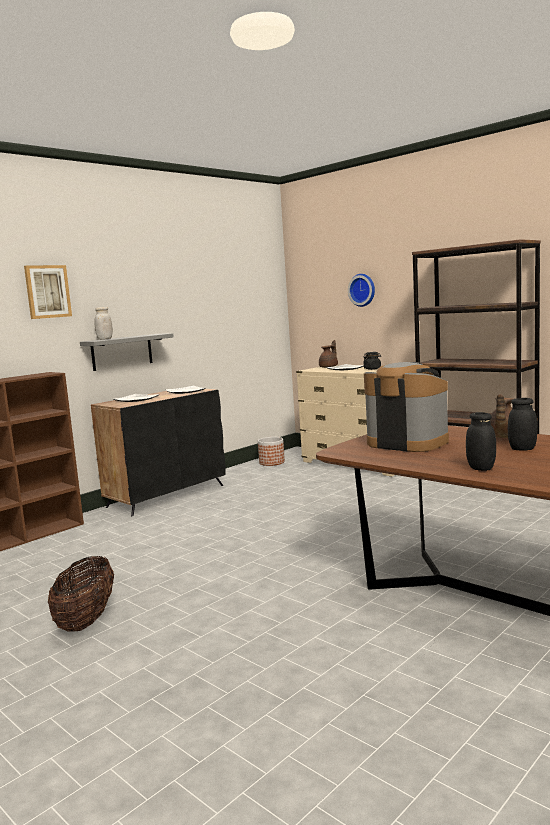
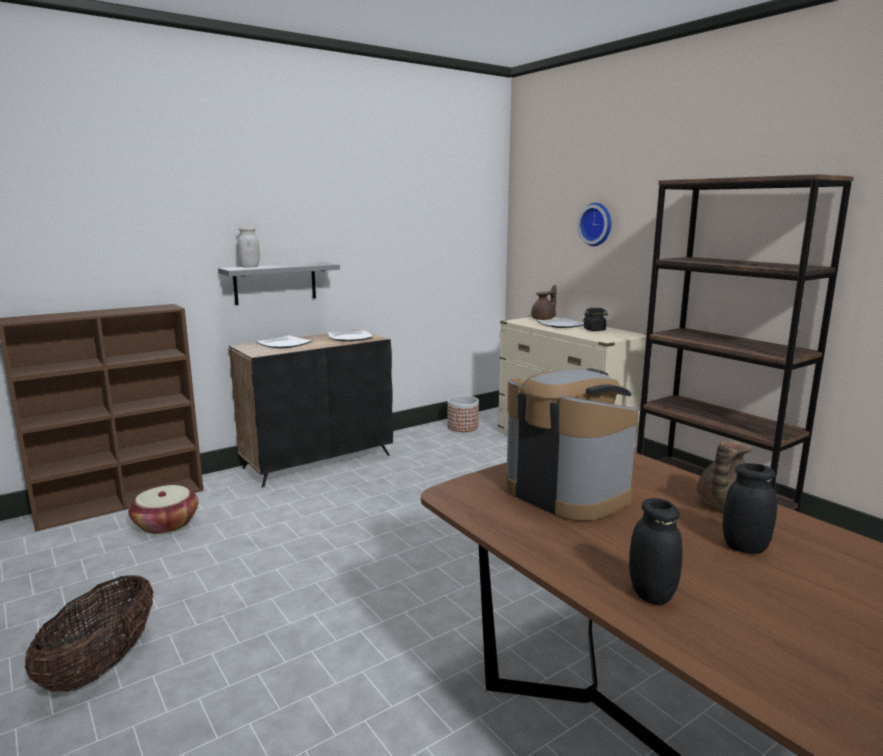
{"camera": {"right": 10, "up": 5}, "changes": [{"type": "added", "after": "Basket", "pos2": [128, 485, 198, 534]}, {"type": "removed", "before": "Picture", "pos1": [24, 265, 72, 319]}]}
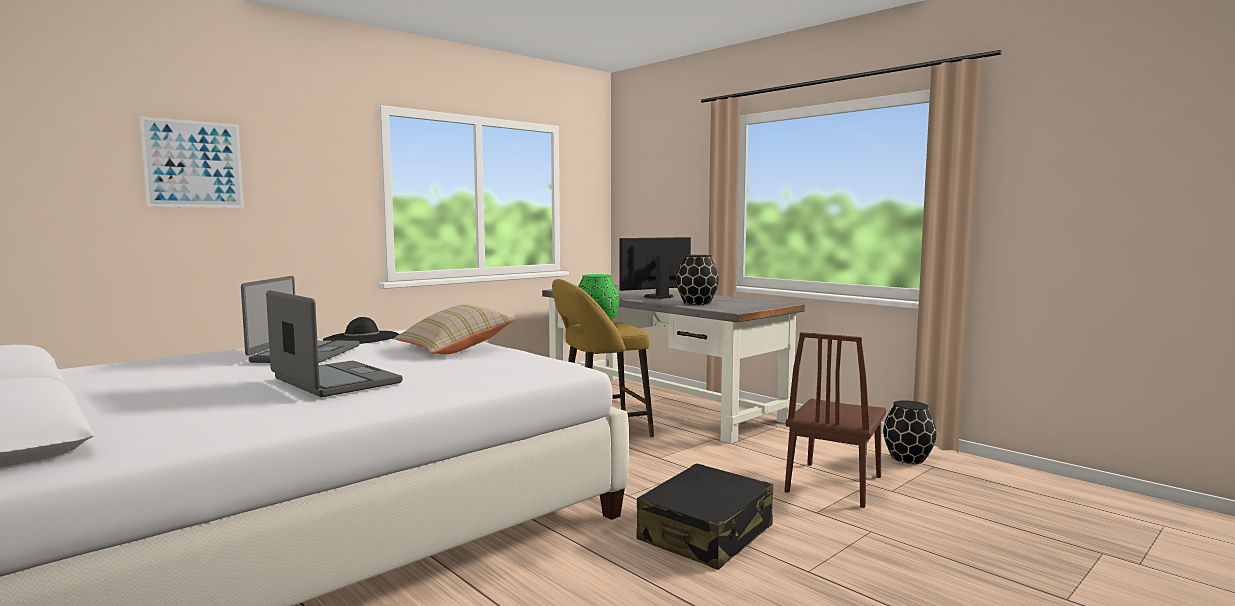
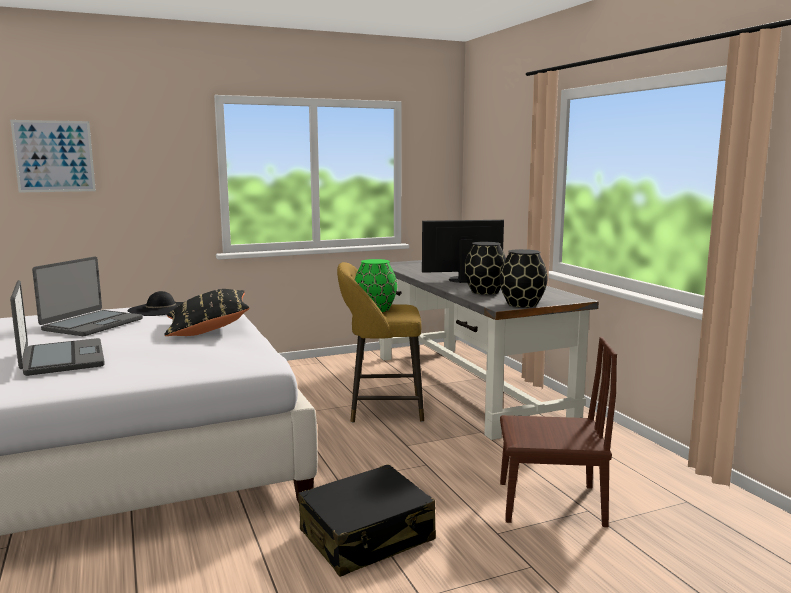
{"camera": {"right": 20, "up": 5}, "changes": [{"type": "recoloured", "before": "BeigePillow", "after": "BlackPillow", "pos1": [395, 304, 516, 354], "pos2": [164, 289, 250, 336]}, {"type": "moved", "before": "BlackVase", "pos1": [883, 400, 936, 464], "pos2": [499, 249, 548, 308]}, {"type": "turned", "before": "BrownChair", "pos1": [785, 332, 886, 508], "pos2": [500, 337, 617, 527], "turn": -135}]}
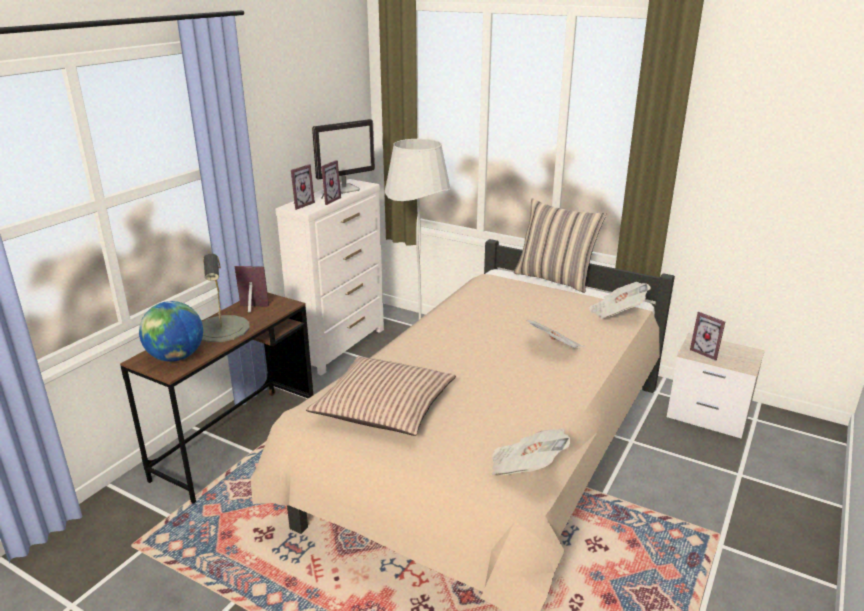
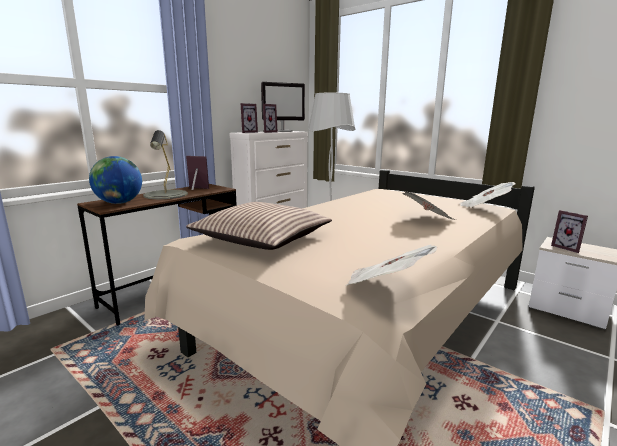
{"camera": {"right": 10, "up": -10}, "changes": [{"type": "removed", "before": "Pillow", "pos1": [514, 198, 606, 293]}]}
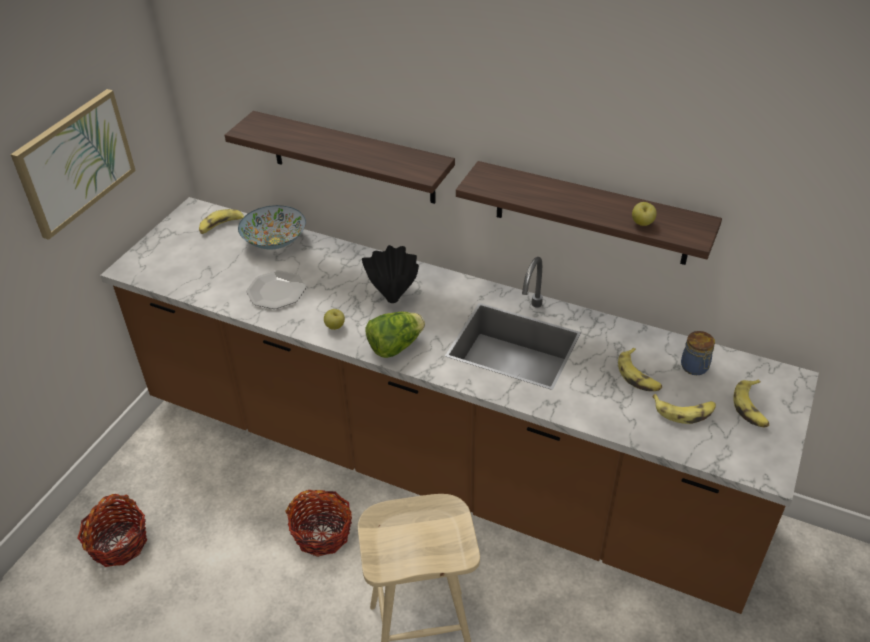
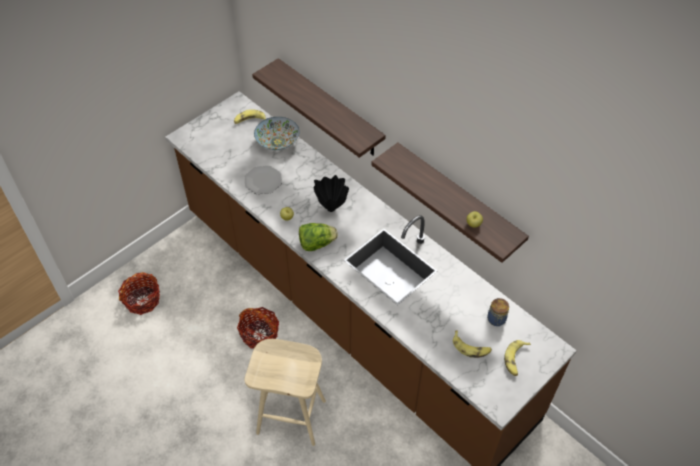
{"camera": {"right": 20, "up": 10}, "changes": [{"type": "removed", "before": "Picture", "pos1": [10, 89, 136, 240]}, {"type": "removed", "before": "Banana", "pos1": [618, 348, 662, 391]}]}
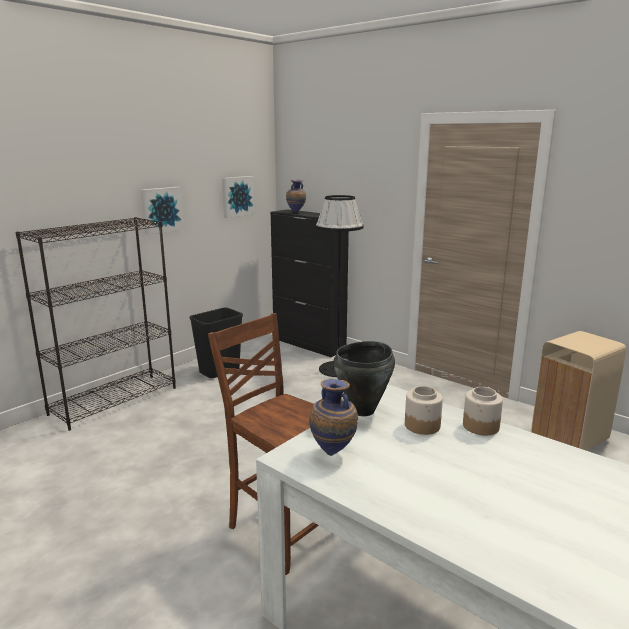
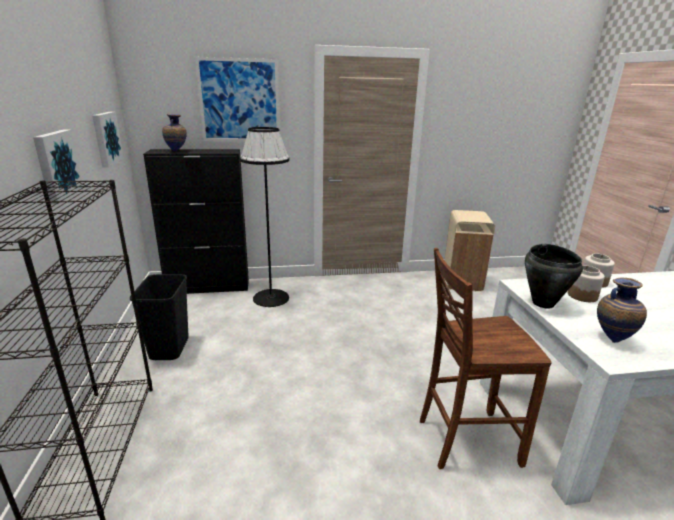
{"camera": {"right": -50, "up": 5}, "changes": [{"type": "added", "after": "Picture", "pos2": [195, 57, 280, 141]}]}
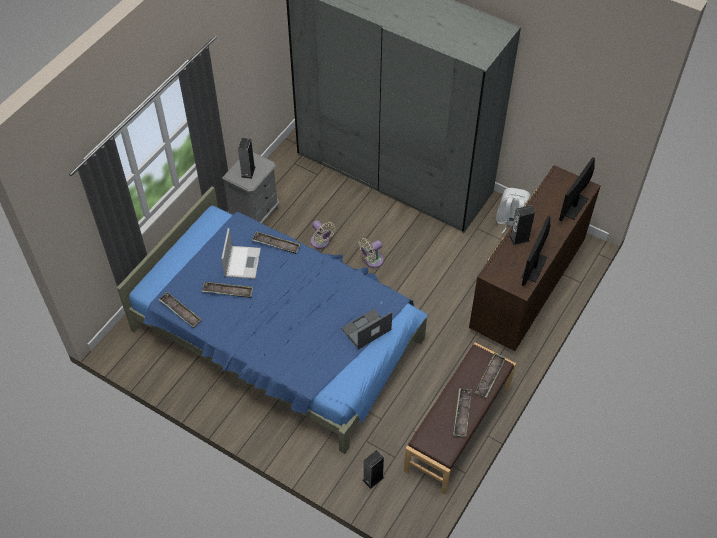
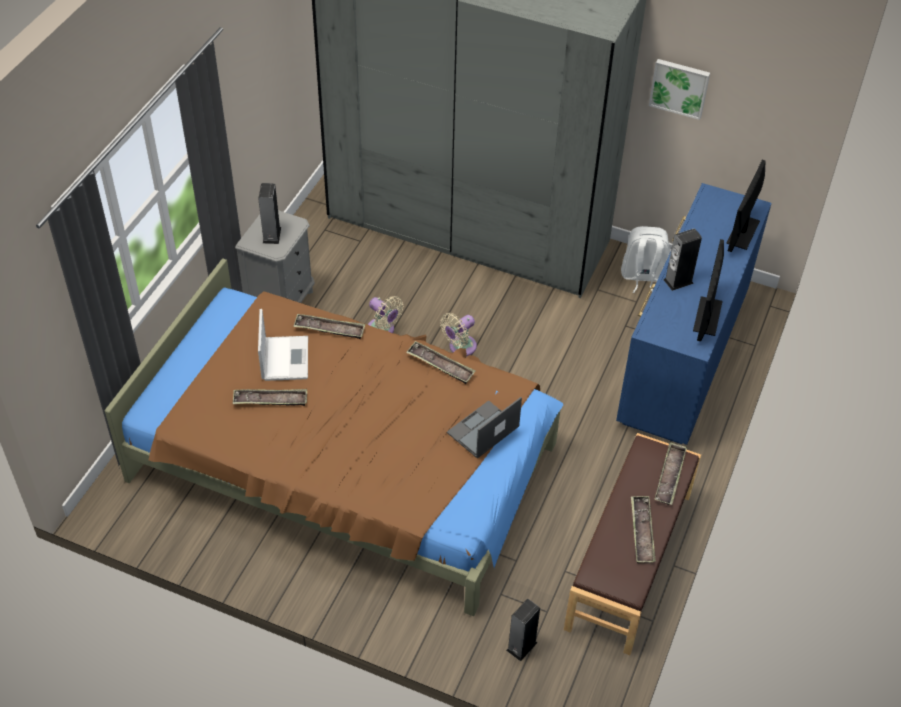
{"camera": {"right": -10, "up": -5}, "changes": [{"type": "recoloured", "before": "BlueBed", "after": "BrownBed", "pos1": [117, 186, 427, 454], "pos2": [105, 258, 563, 616]}, {"type": "moved", "before": "Tray", "pos1": [158, 292, 202, 328], "pos2": [406, 341, 476, 384]}, {"type": "recoloured", "before": "BrownDresser", "after": "BlueDresser", "pos1": [469, 165, 601, 351], "pos2": [616, 183, 772, 445]}, {"type": "added", "after": "Picture", "pos2": [649, 59, 710, 120]}]}
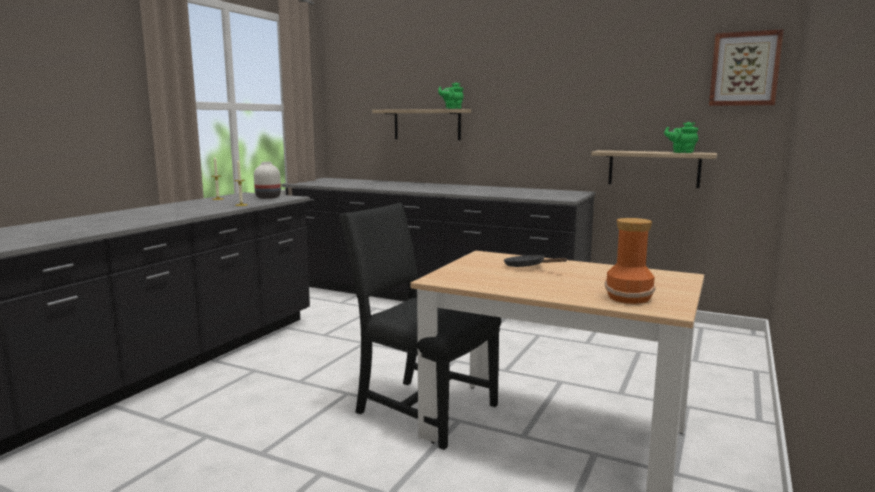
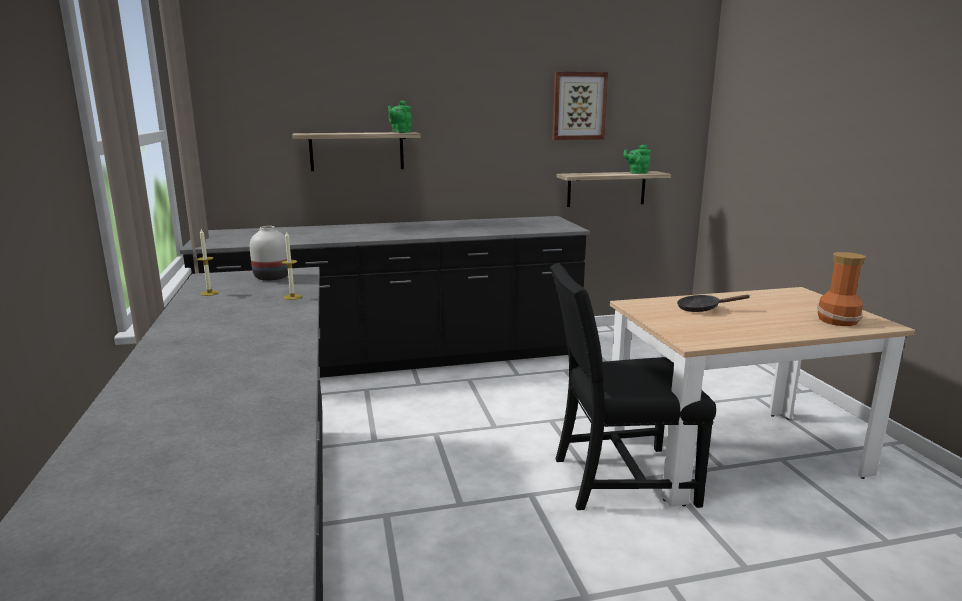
{"camera": {"right": -40, "up": 5}, "changes": [{"type": "moved", "before": "Picture", "pos1": [709, 29, 784, 106], "pos2": [552, 72, 608, 140]}]}
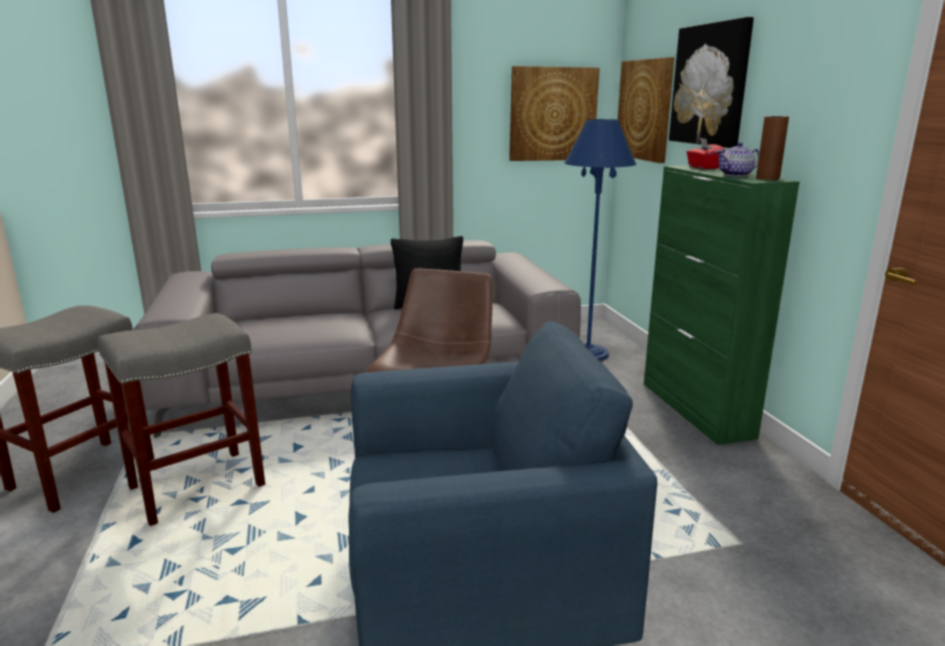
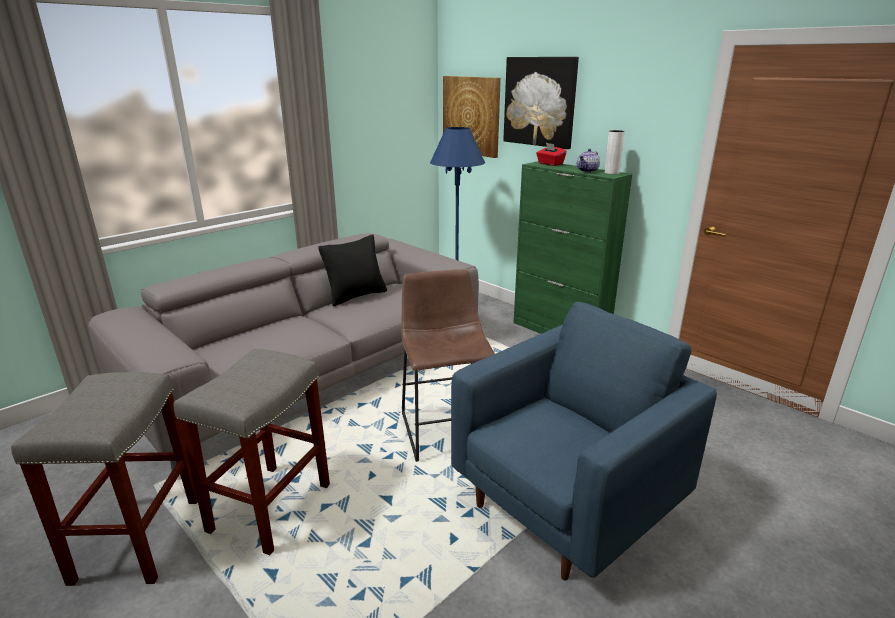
{"camera": {"right": -30, "up": 5}, "changes": [{"type": "recoloured", "before": "BrownVase", "after": "WhiteVase", "pos1": [756, 116, 789, 180], "pos2": [604, 130, 625, 174]}, {"type": "removed", "before": "Picture", "pos1": [509, 66, 600, 161]}]}
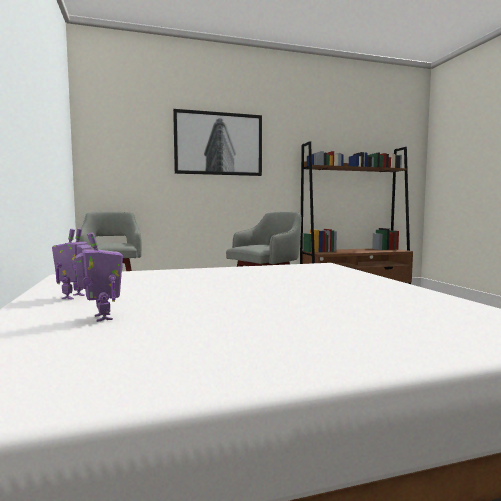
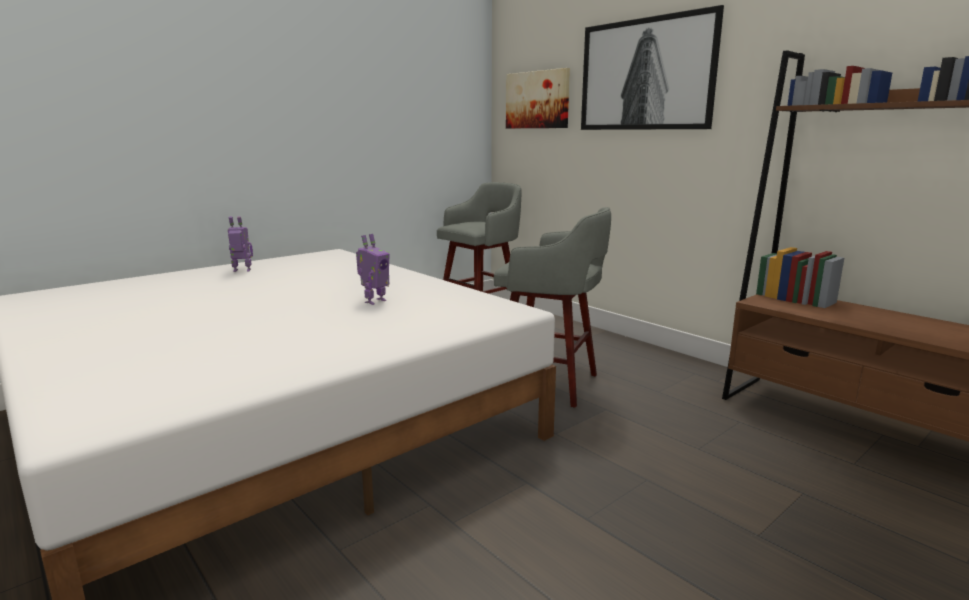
{"camera": {"right": 65, "up": 10}, "changes": [{"type": "moved", "before": "ToyRobot", "pos1": [75, 232, 123, 322], "pos2": [356, 234, 390, 305]}, {"type": "added", "after": "Picture", "pos2": [506, 68, 570, 128]}]}
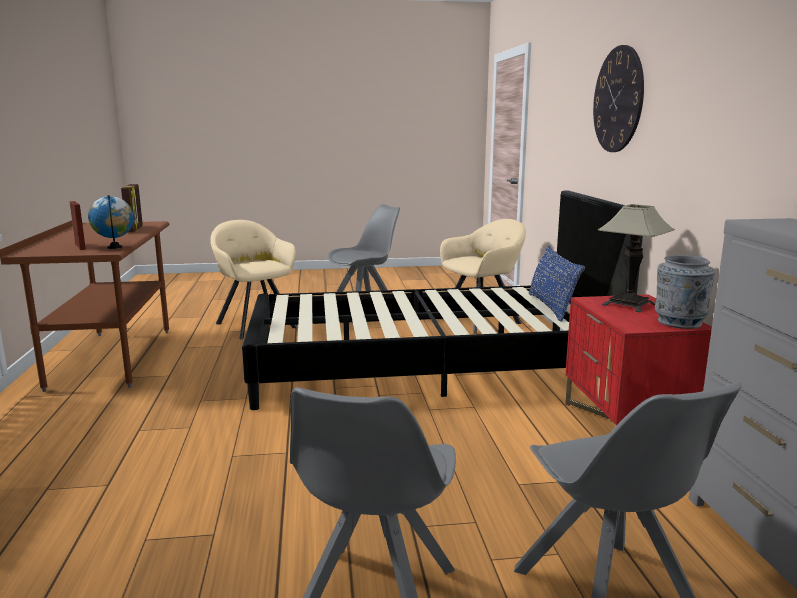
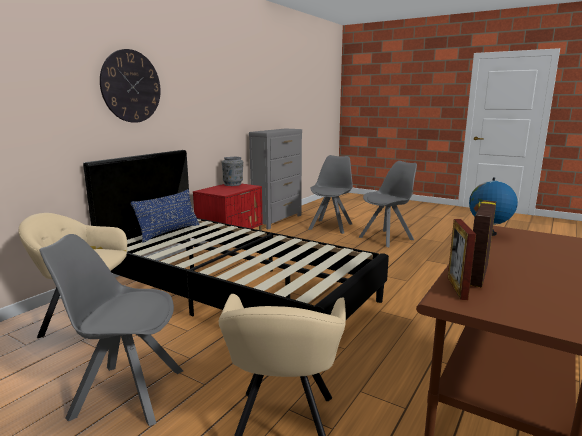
{"camera": {"right": -140, "up": 0}, "changes": [{"type": "moved", "before": "PictureFrame", "pos1": [69, 201, 86, 250], "pos2": [448, 219, 476, 300]}, {"type": "removed", "before": "TableLamp", "pos1": [598, 204, 675, 313]}]}
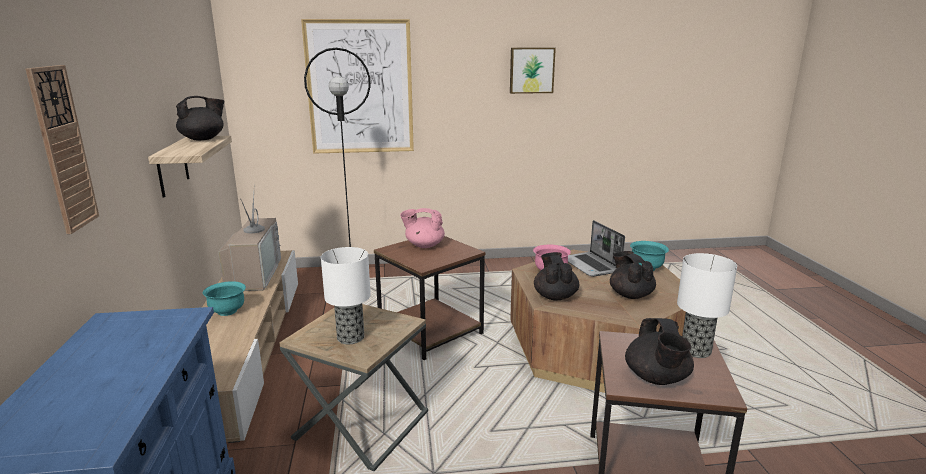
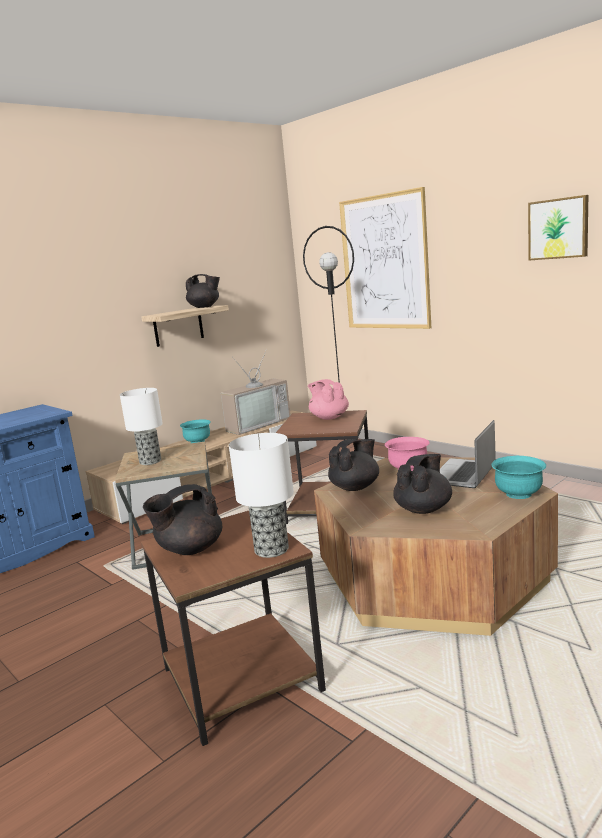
{"camera": {"right": 55, "up": -5}, "changes": [{"type": "removed", "before": "WallClock", "pos1": [25, 65, 99, 234]}]}
